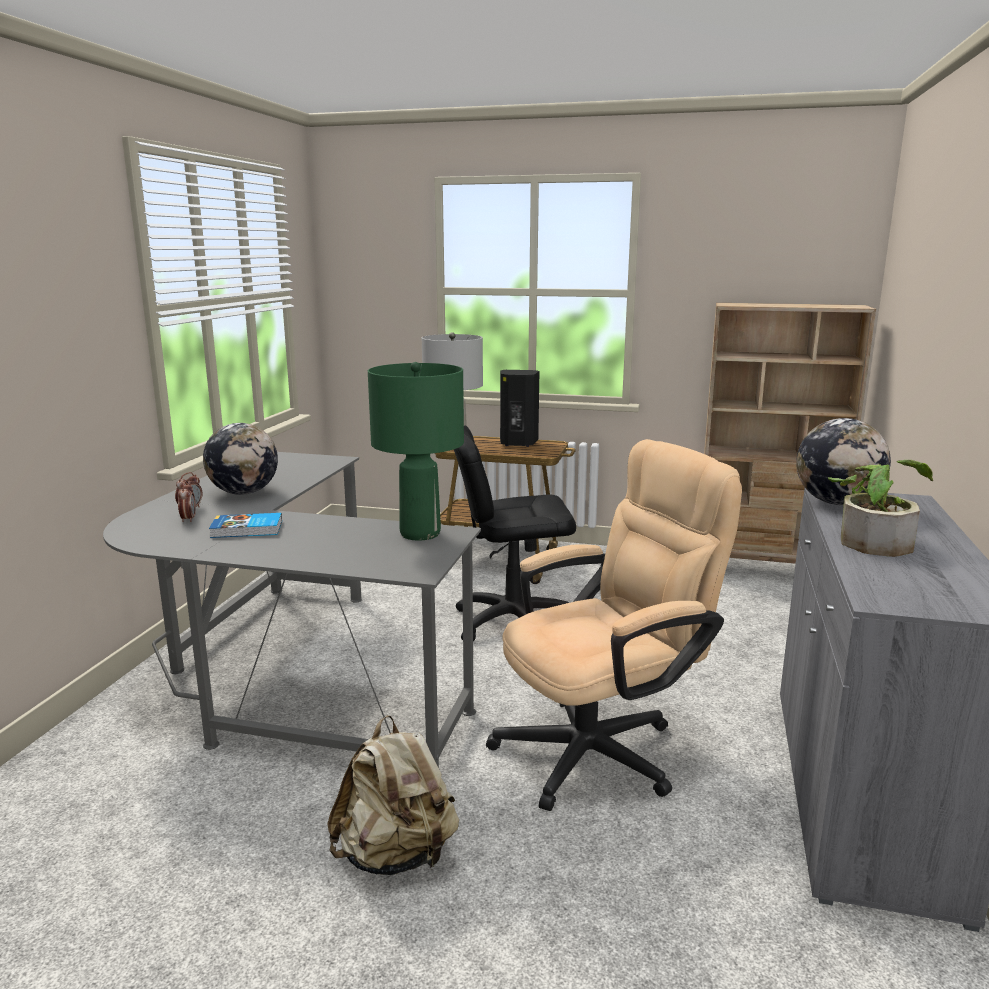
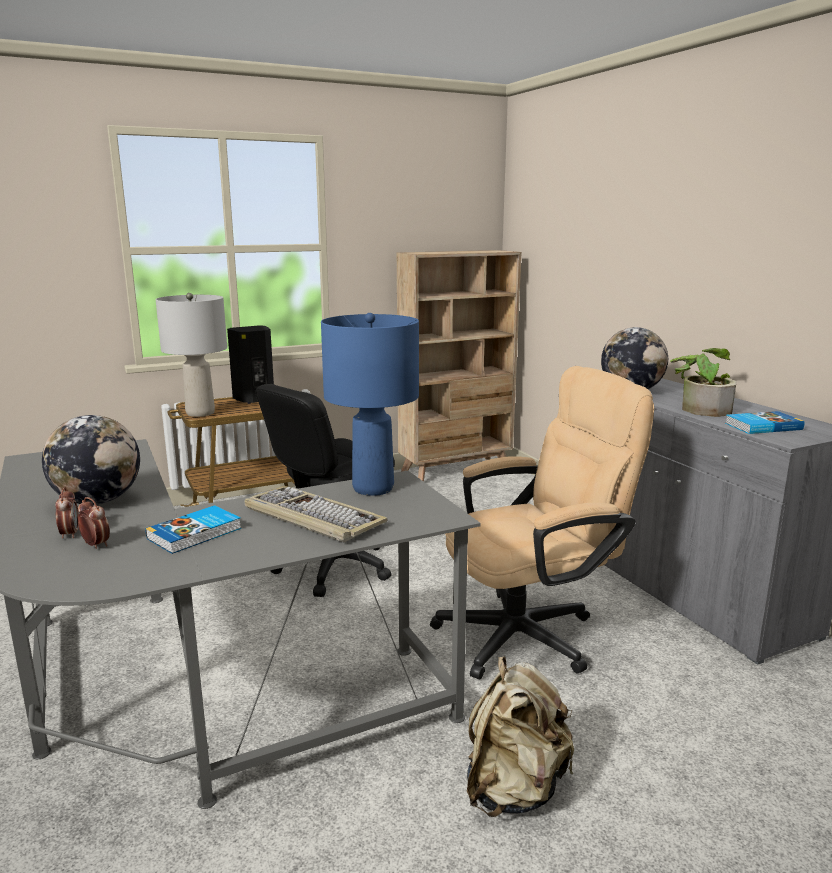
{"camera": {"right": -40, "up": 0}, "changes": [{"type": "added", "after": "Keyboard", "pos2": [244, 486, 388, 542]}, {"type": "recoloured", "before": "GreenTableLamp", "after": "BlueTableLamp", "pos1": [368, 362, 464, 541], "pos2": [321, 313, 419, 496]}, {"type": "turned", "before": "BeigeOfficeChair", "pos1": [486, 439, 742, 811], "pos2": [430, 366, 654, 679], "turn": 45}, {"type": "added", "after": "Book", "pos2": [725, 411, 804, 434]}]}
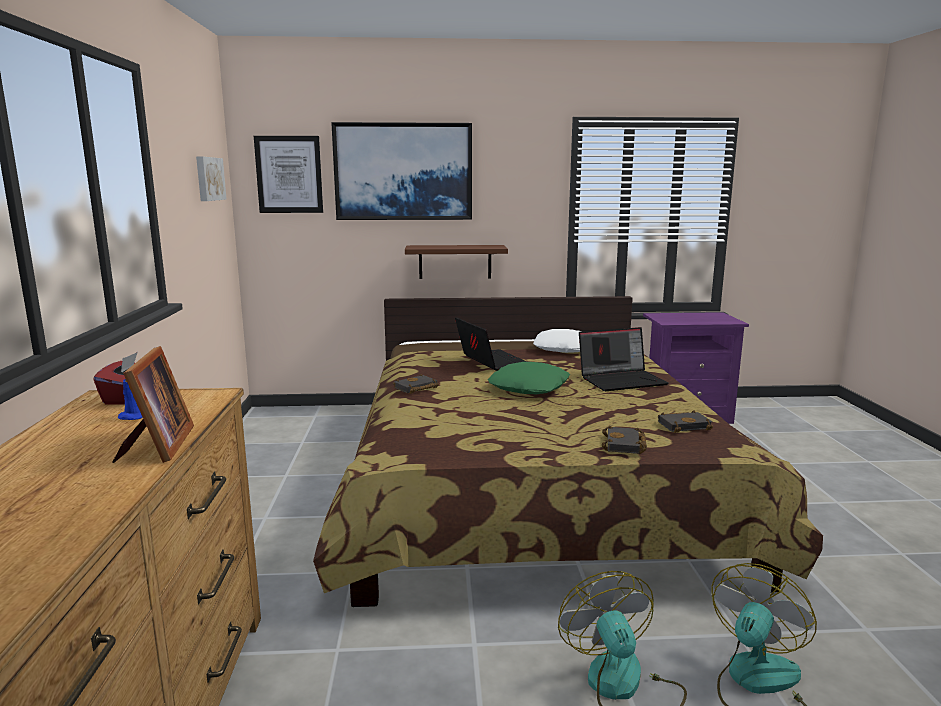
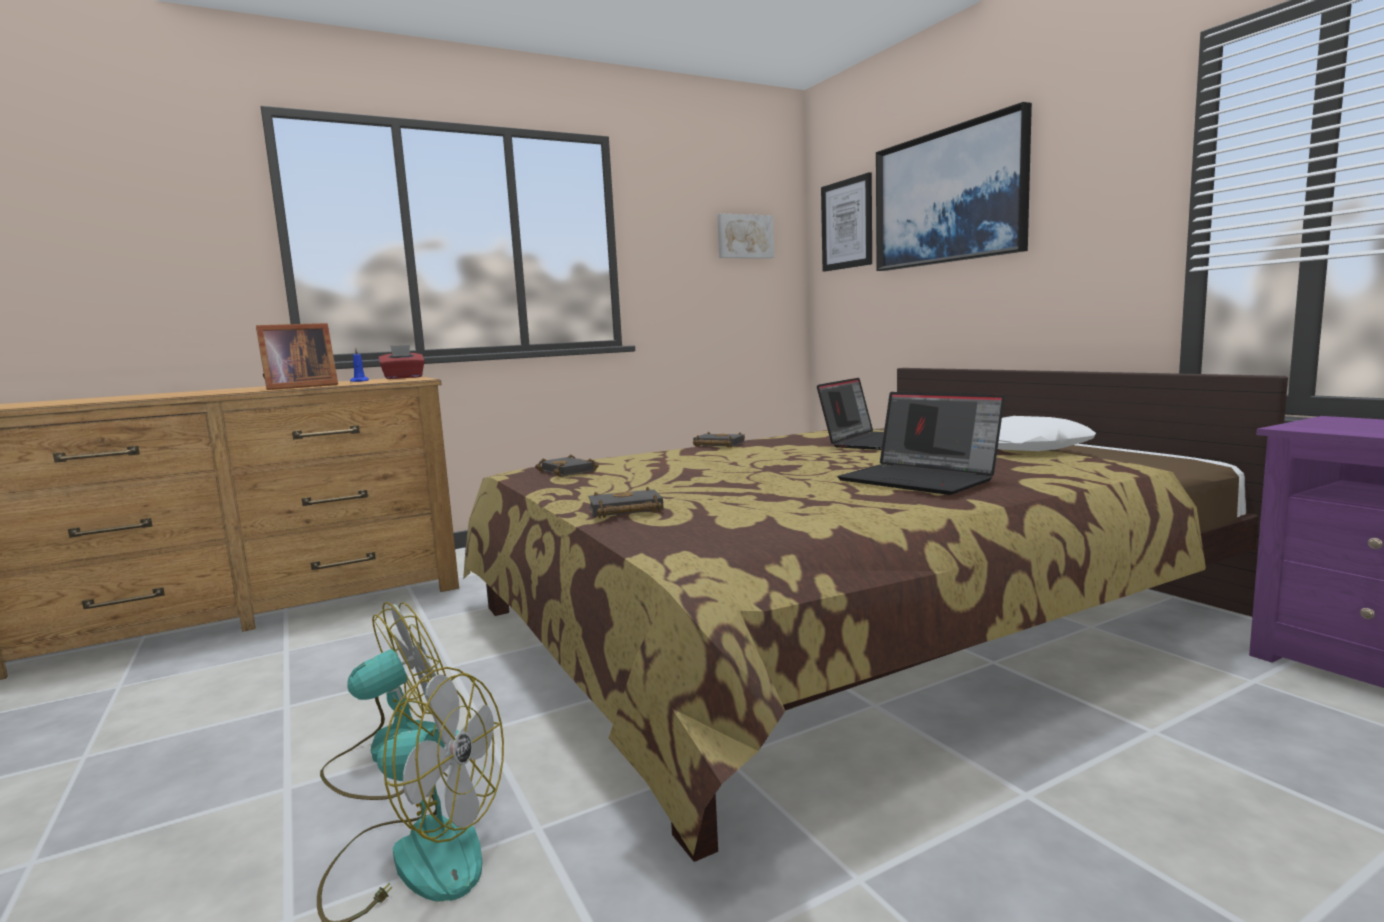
{"camera": {"right": 65, "up": -5}, "changes": [{"type": "moved", "before": "BlackBook", "pos1": [658, 410, 713, 433], "pos2": [535, 454, 599, 477]}, {"type": "removed", "before": "BrownShelf", "pos1": [405, 245, 508, 279]}, {"type": "removed", "before": "GreenPillow", "pos1": [488, 362, 570, 394]}]}
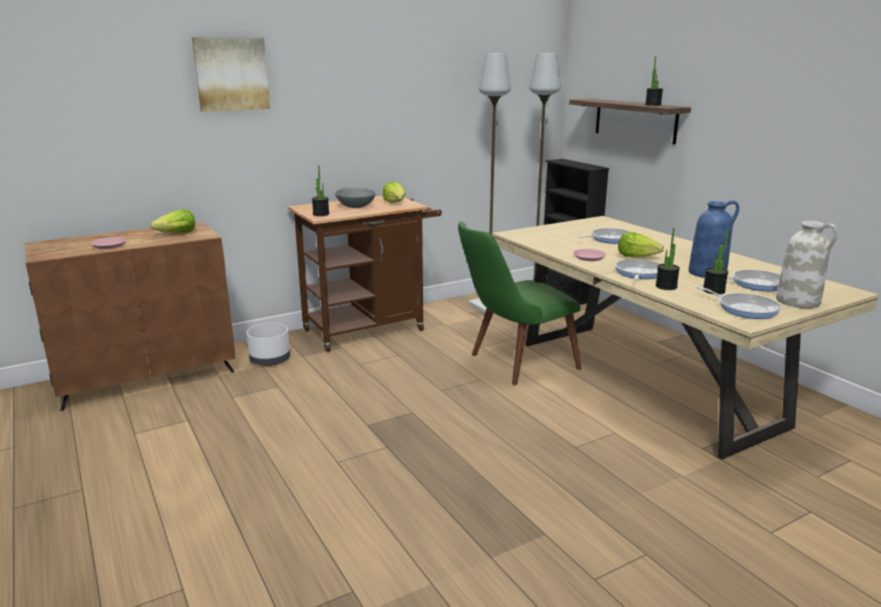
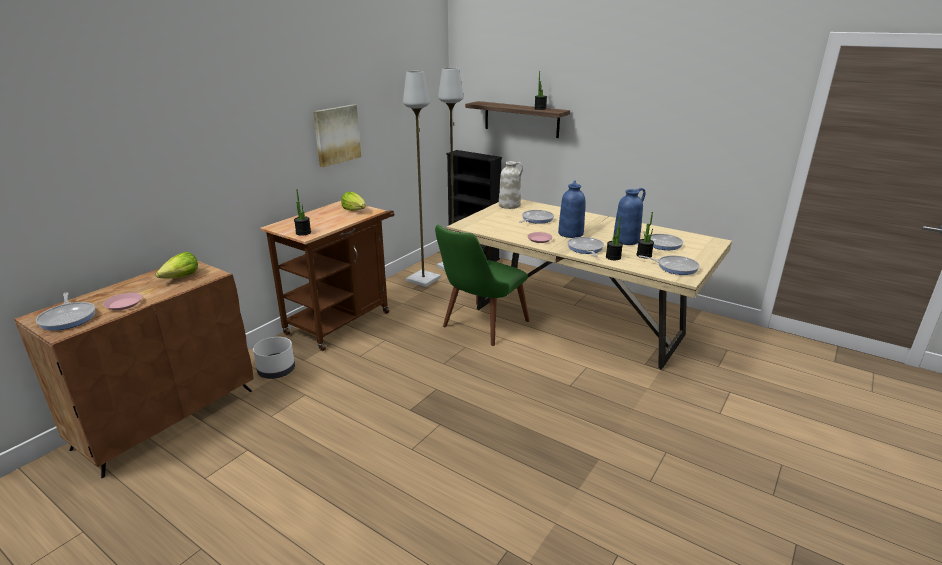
{"camera": {"right": -25, "up": 5}, "changes": [{"type": "added", "after": "FryingPan", "pos2": [36, 292, 95, 331]}, {"type": "moved", "before": "Picture", "pos1": [192, 37, 270, 112], "pos2": [313, 104, 361, 167]}, {"type": "moved", "before": "WhiteVase", "pos1": [776, 221, 838, 308], "pos2": [499, 161, 523, 209]}, {"type": "replaced", "before": "Lettuce", "after": "BlueVase", "pos1": [618, 232, 664, 258], "pos2": [558, 181, 585, 238]}, {"type": "removed", "before": "GreyBowl", "pos1": [335, 188, 376, 208]}]}
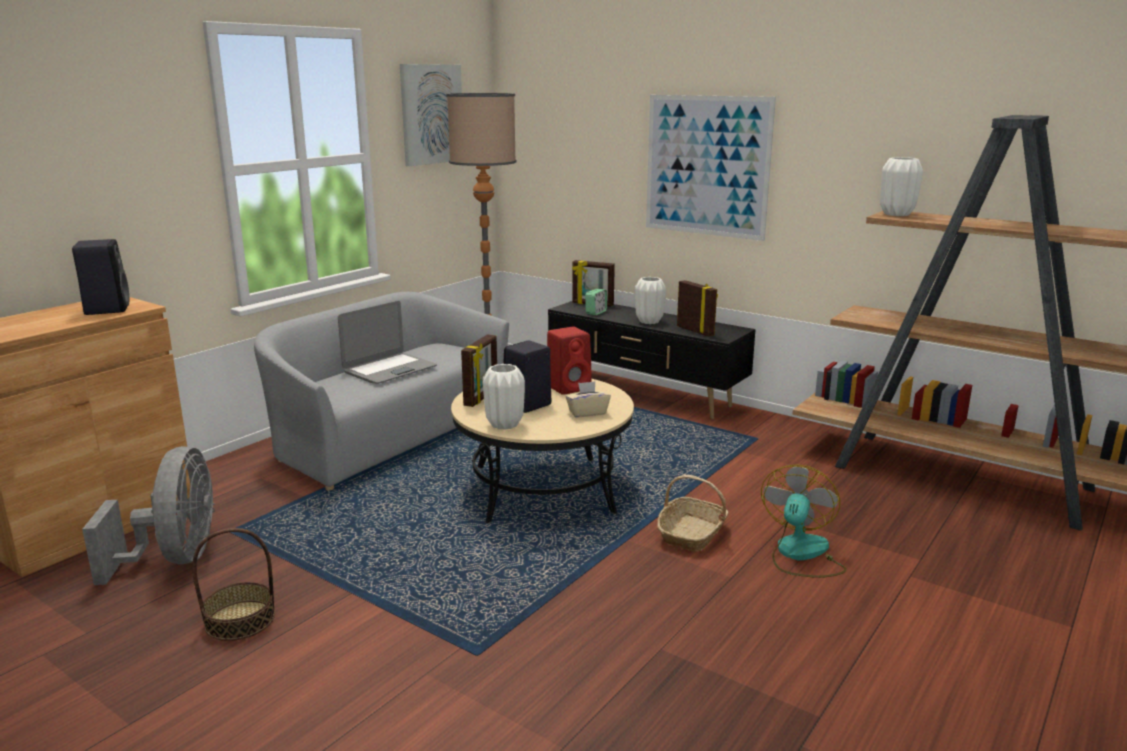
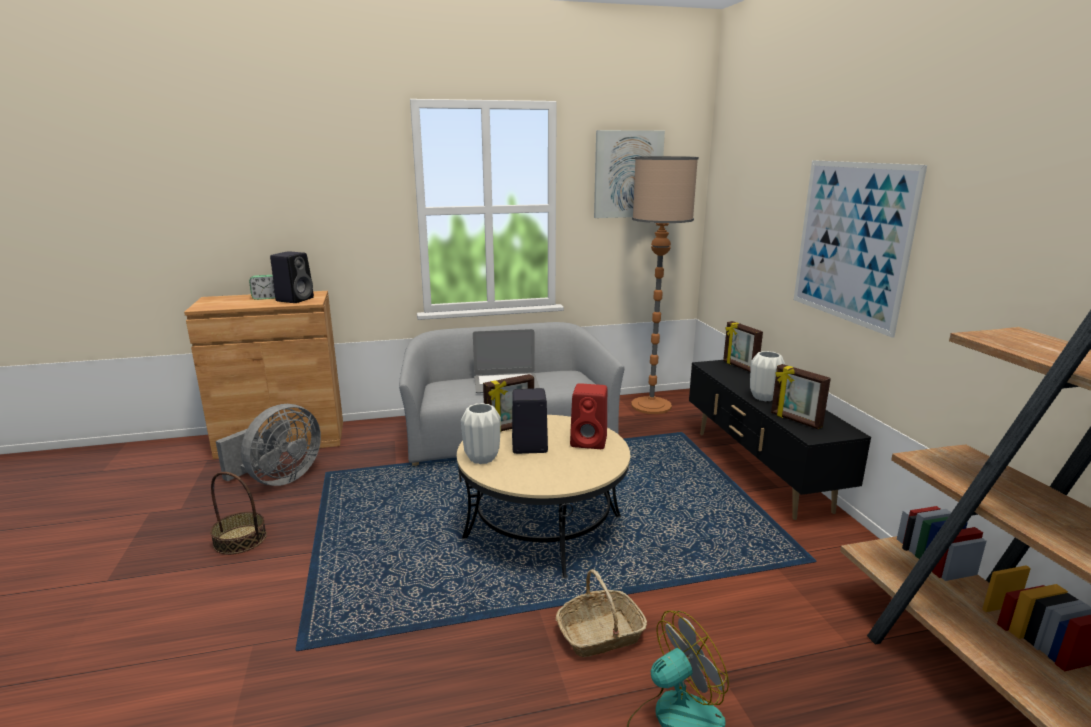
{"camera": {"right": 40, "up": 0}, "changes": [{"type": "moved", "before": "AlarmClock", "pos1": [585, 289, 607, 315], "pos2": [249, 275, 275, 300]}, {"type": "turned", "before": "PictureFrame", "pos1": [677, 280, 718, 337], "pos2": [771, 364, 831, 429], "turn": 135}, {"type": "removed", "before": "BeigeTissueBox", "pos1": [566, 381, 611, 417]}, {"type": "removed", "before": "WhiteVase", "pos1": [880, 157, 923, 216]}]}
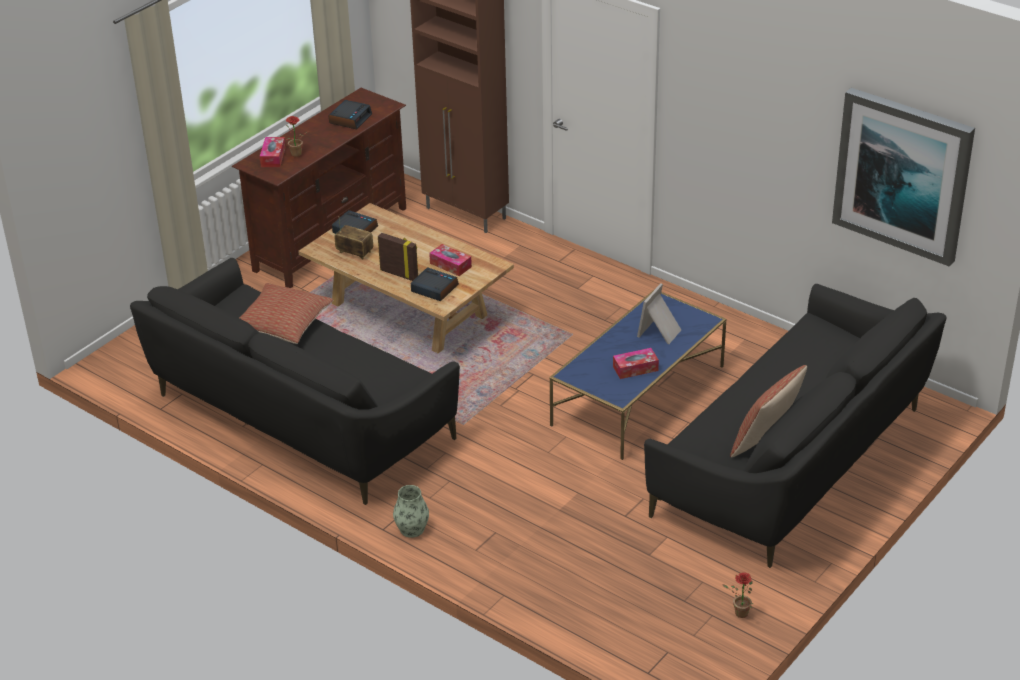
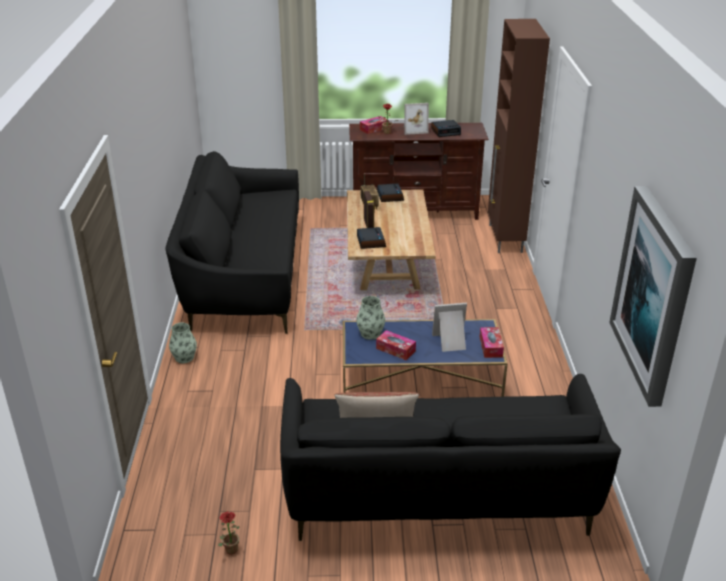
{"camera": {"right": 50, "up": -5}, "changes": [{"type": "added", "after": "Vase", "pos2": [356, 296, 385, 340]}, {"type": "added", "after": "PictureFrame", "pos2": [404, 103, 429, 135]}, {"type": "moved", "before": "TissueBox", "pos1": [429, 244, 472, 276], "pos2": [480, 327, 504, 358]}, {"type": "removed", "before": "Pillow", "pos1": [239, 283, 333, 344]}]}
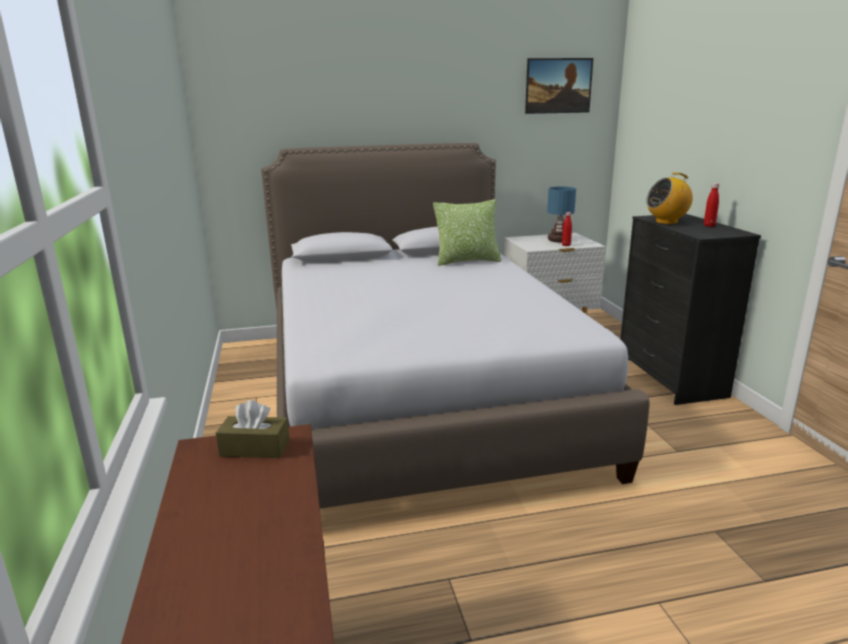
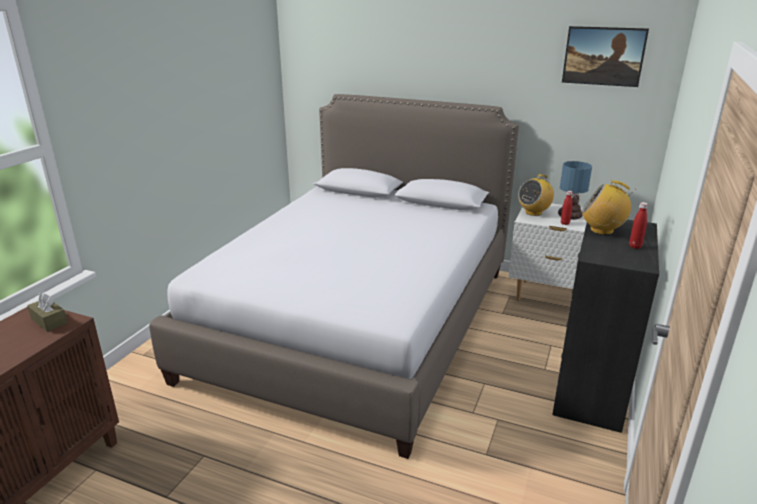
{"camera": {"right": 35, "up": 5}, "changes": [{"type": "added", "after": "Radio", "pos2": [518, 174, 554, 216]}, {"type": "removed", "before": "Pillow", "pos1": [433, 199, 501, 266]}]}
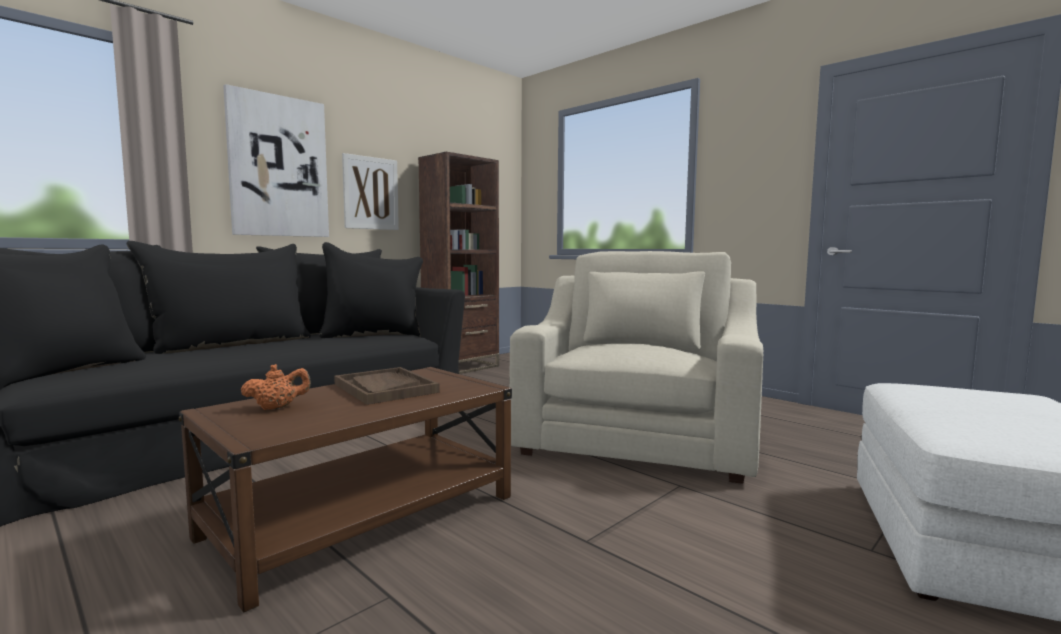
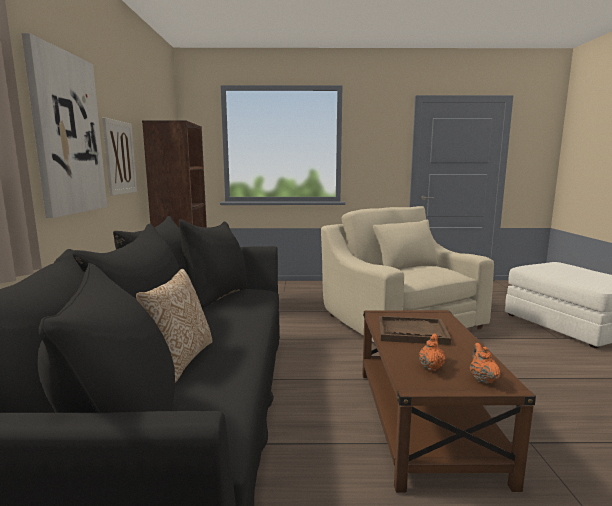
{"camera": {"right": -45, "up": 5}, "changes": [{"type": "added", "after": "Pillow", "pos2": [136, 269, 213, 383]}, {"type": "added", "after": "OrangeTeapot", "pos2": [470, 343, 500, 384]}]}
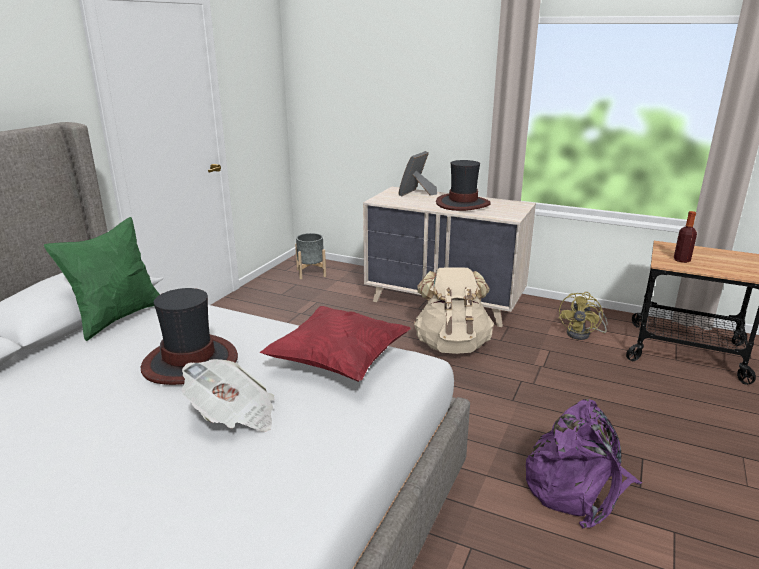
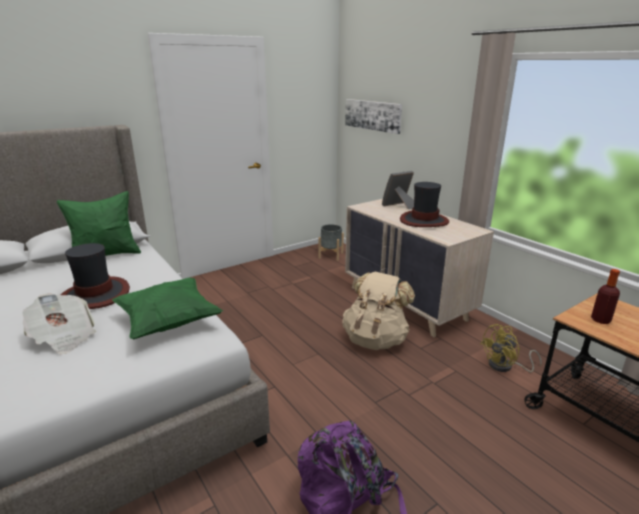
{"camera": {"right": 30, "up": 0}, "changes": [{"type": "recoloured", "before": "RedPillow", "after": "GreenPillow", "pos1": [260, 306, 411, 382], "pos2": [112, 277, 223, 339]}, {"type": "added", "after": "Picture", "pos2": [345, 99, 402, 134]}]}
